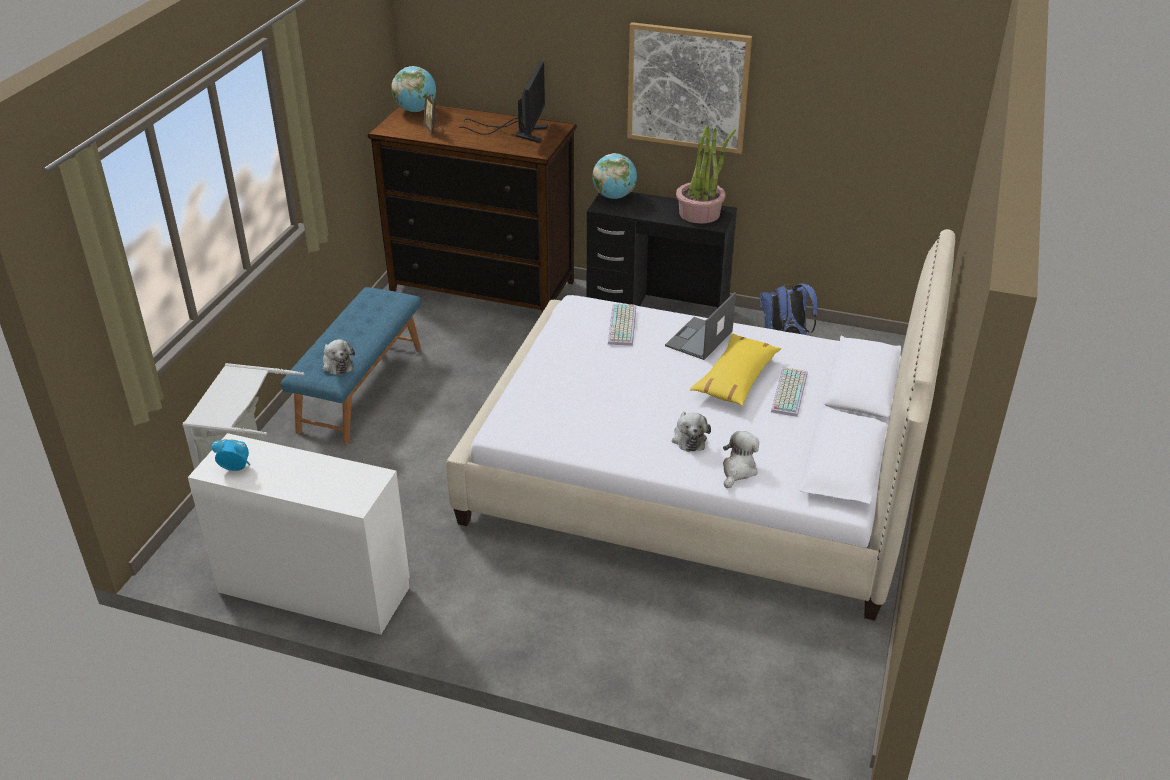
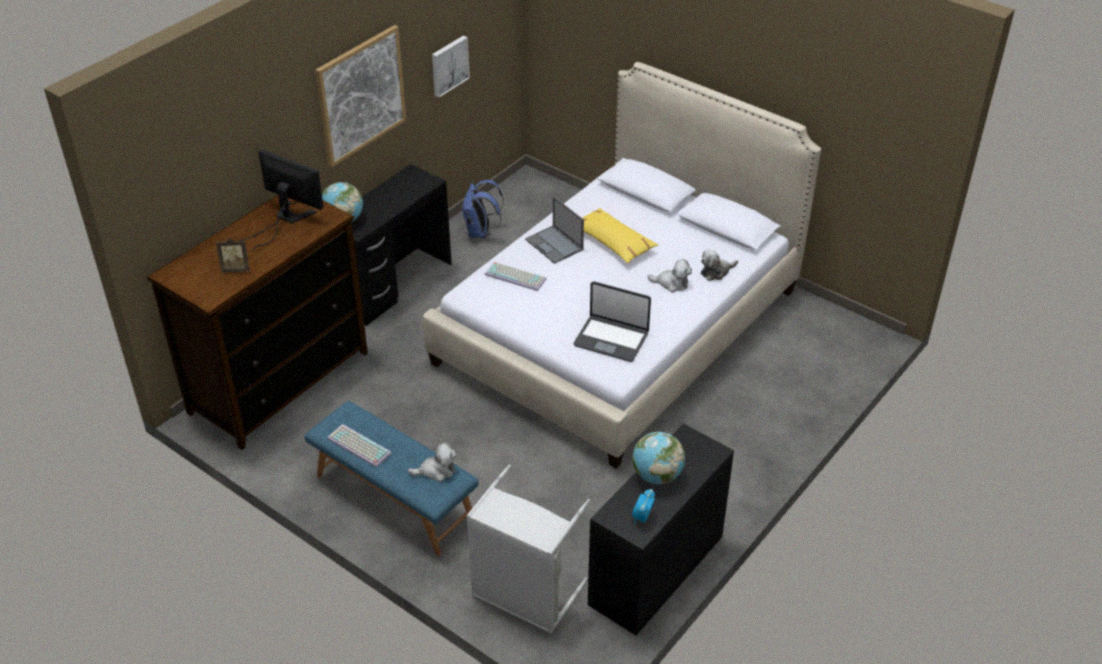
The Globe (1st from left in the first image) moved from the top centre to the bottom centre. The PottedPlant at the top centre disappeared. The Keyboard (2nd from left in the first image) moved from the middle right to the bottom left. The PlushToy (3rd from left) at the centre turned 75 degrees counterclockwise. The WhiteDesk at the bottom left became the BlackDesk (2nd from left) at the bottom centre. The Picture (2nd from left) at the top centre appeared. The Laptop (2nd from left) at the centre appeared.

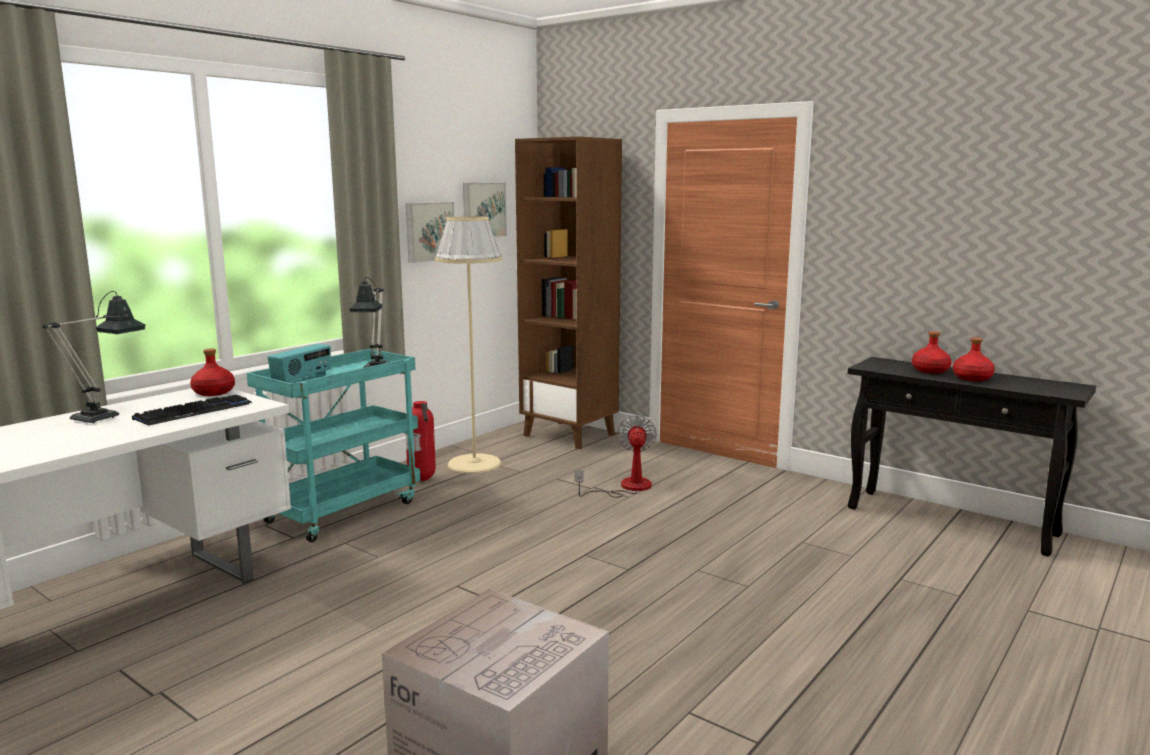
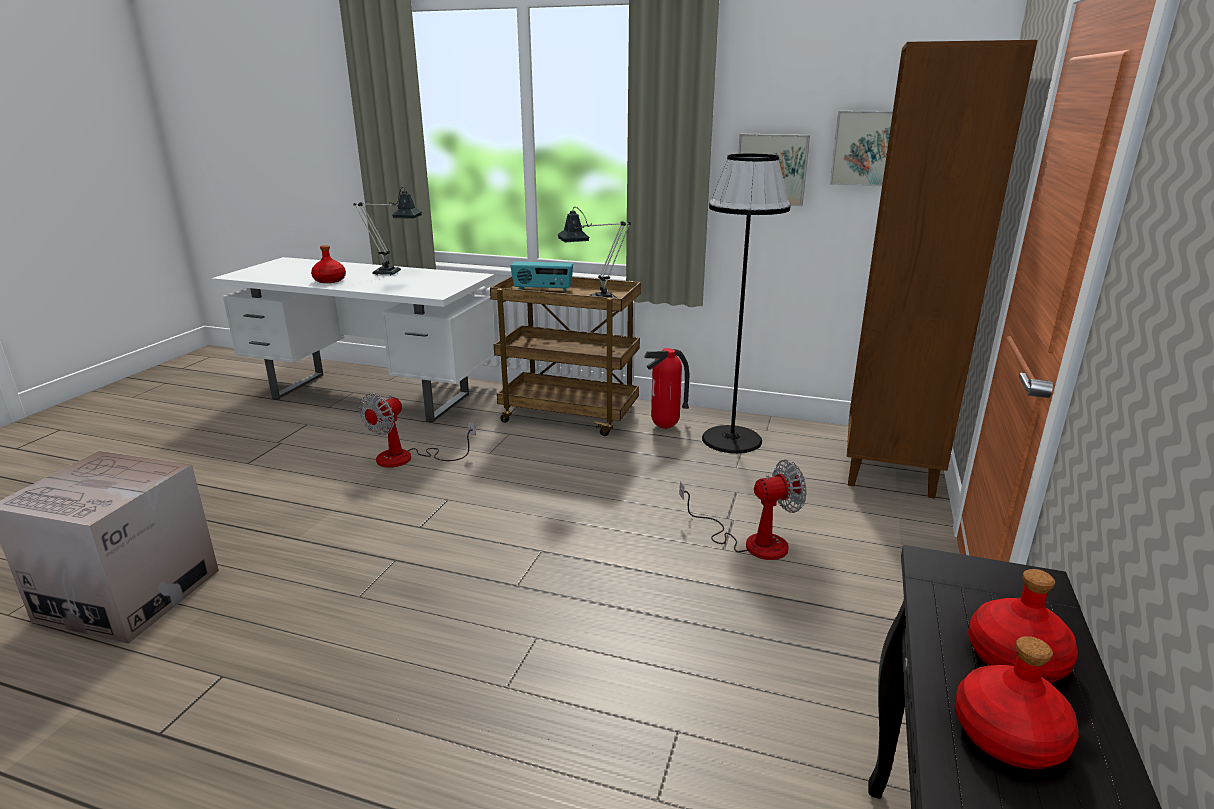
The BeigeFloorLamp at the centre became the BlackFloorLamp at the centre. The RedBottle (1st from left) moved from the middle left to the top left. The TurquoiseCart at the middle left became the BrownCart at the centre. The Keyboard at the middle left disappeared. The Fan (1st from left) at the centre appeared.

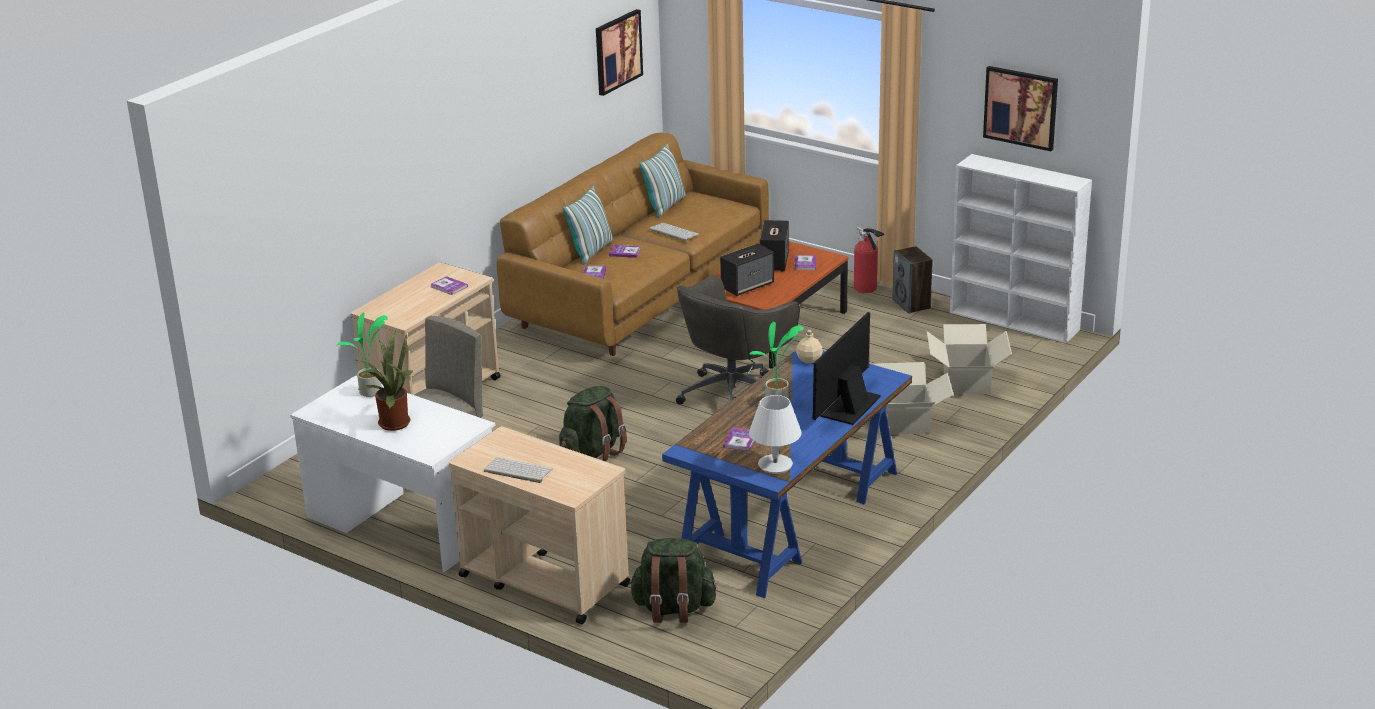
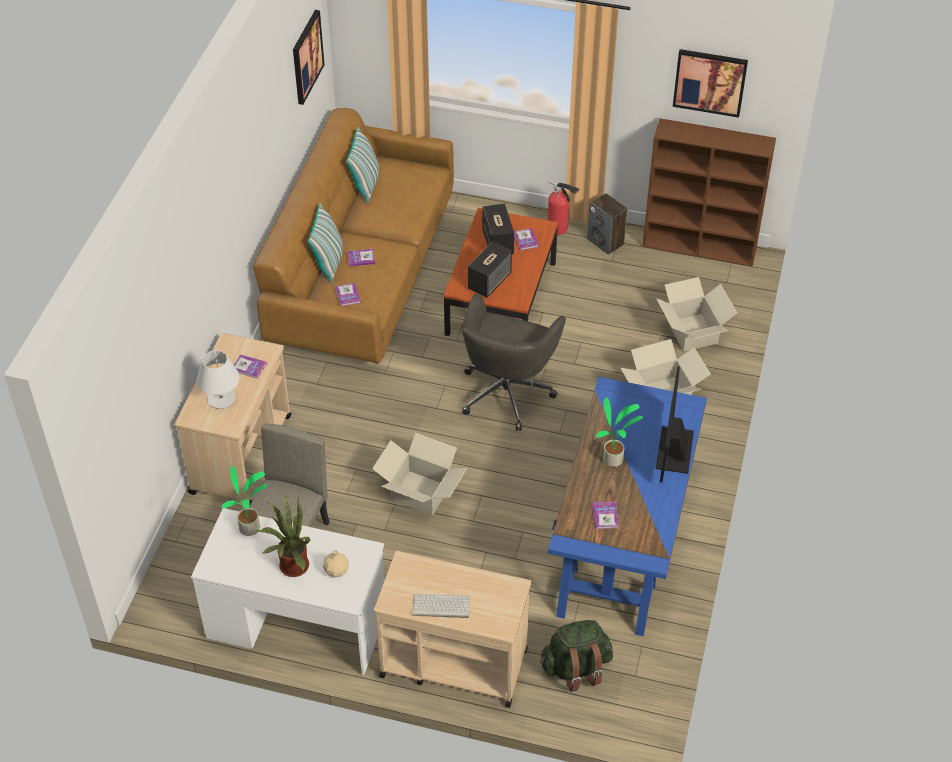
The WhiteBookcase at the middle right became the BrownBookcase at the top right. The Keyboard (2nd from left) at the top centre disappeared. The BeigeBottle moved from the centre to the bottom centre. The GreenBackpack (1st from left) at the centre was replaced by the CardboardBox (1st from left) at the centre. The WhiteTableLamp moved from the centre to the middle left.

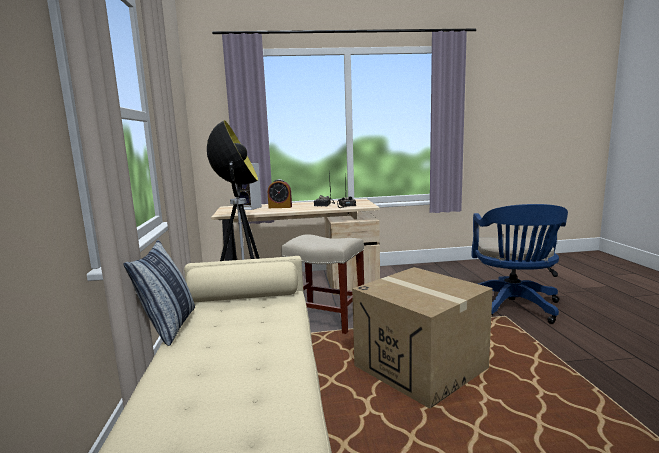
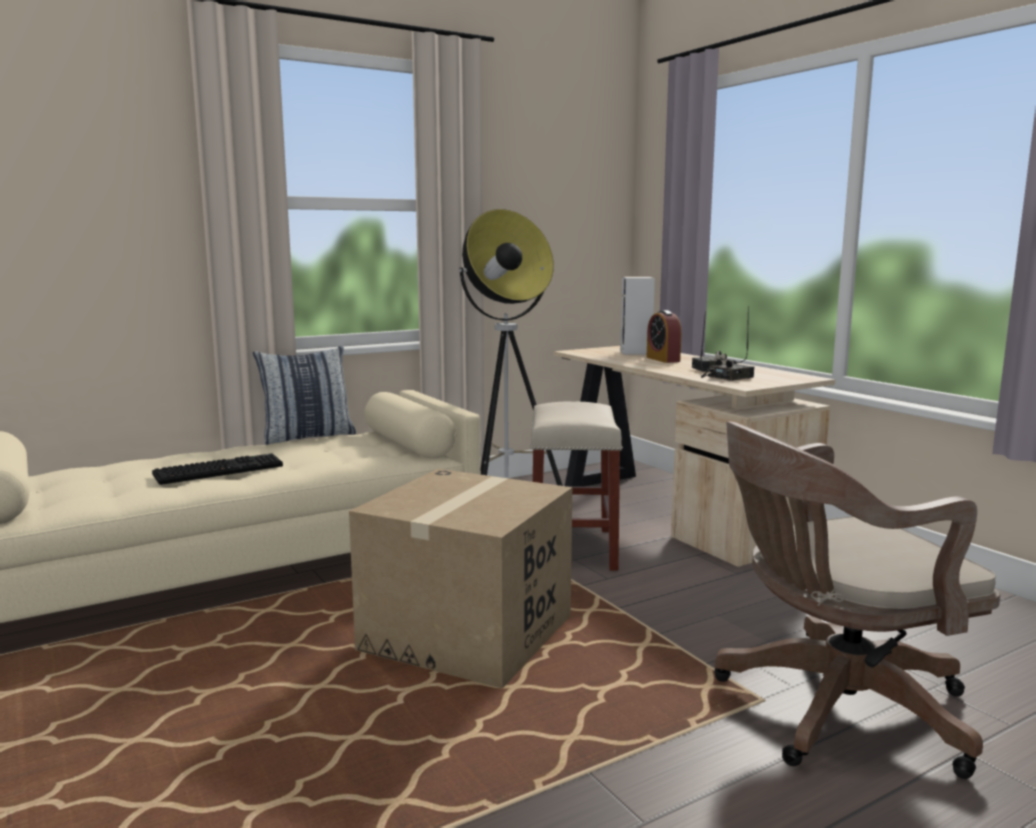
The BlueOfficeChair at the middle right became the BrownOfficeChair at the bottom right. The Keyboard at the middle left appeared.

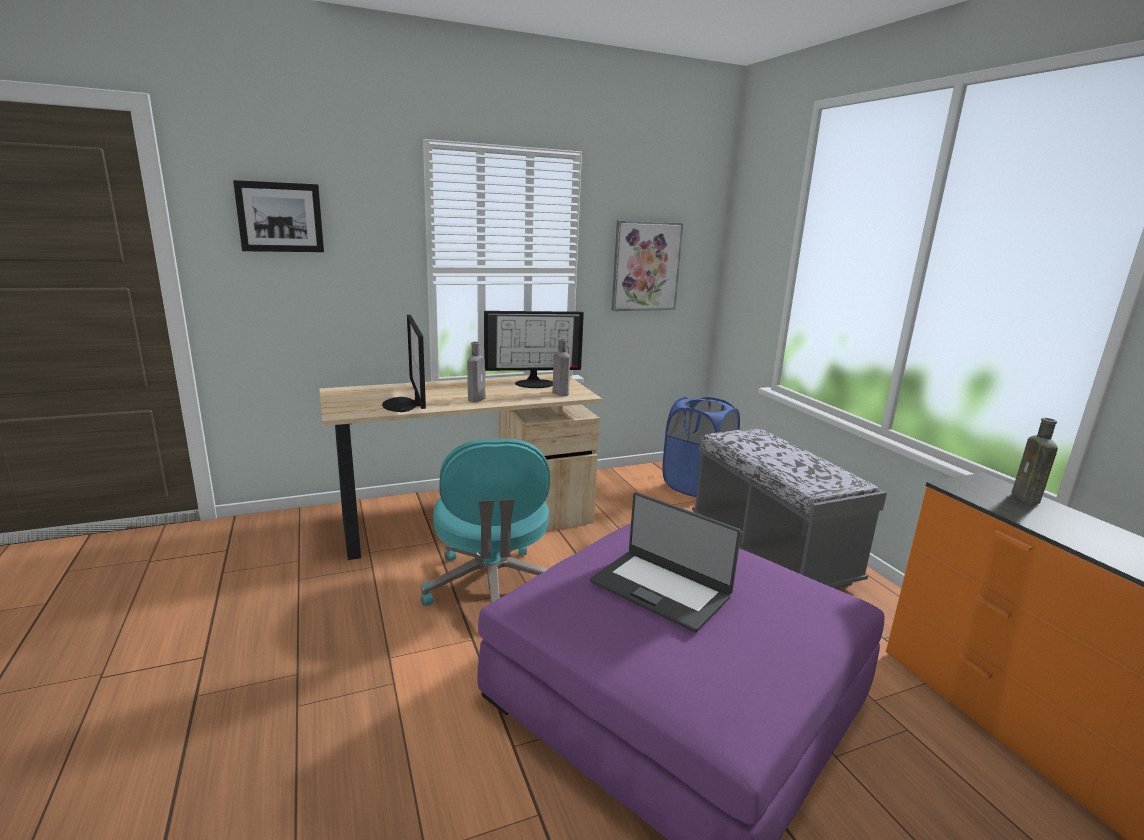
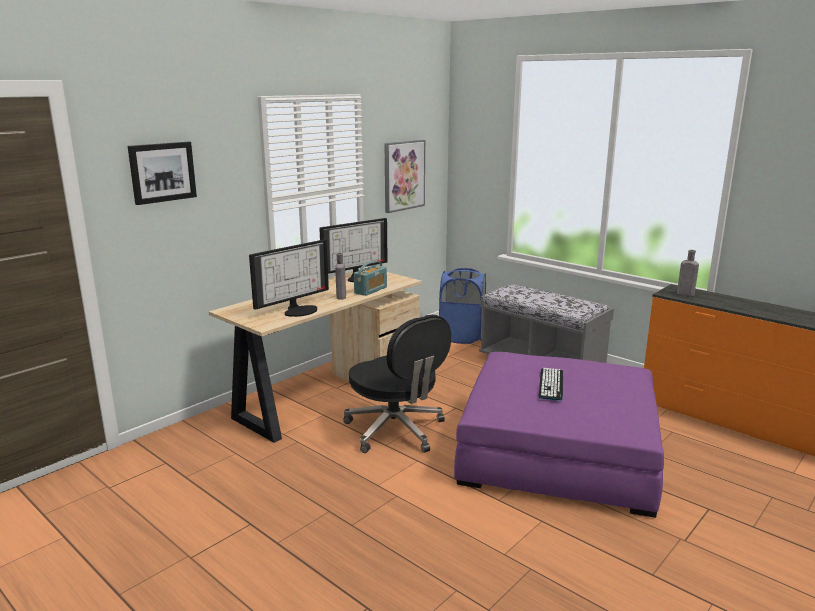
The Monitor (1st from left) at the centre turned 90 degrees counterclockwise. The GreyBottle (2nd from left) moved from the centre to the middle right. The BrownBottle at the middle right disappeared. The TurquoiseOfficeChair at the centre became the BlackOfficeChair at the centre. The Laptop at the bottom centre was replaced by the Keyboard at the middle right. The Radio at the centre appeared.

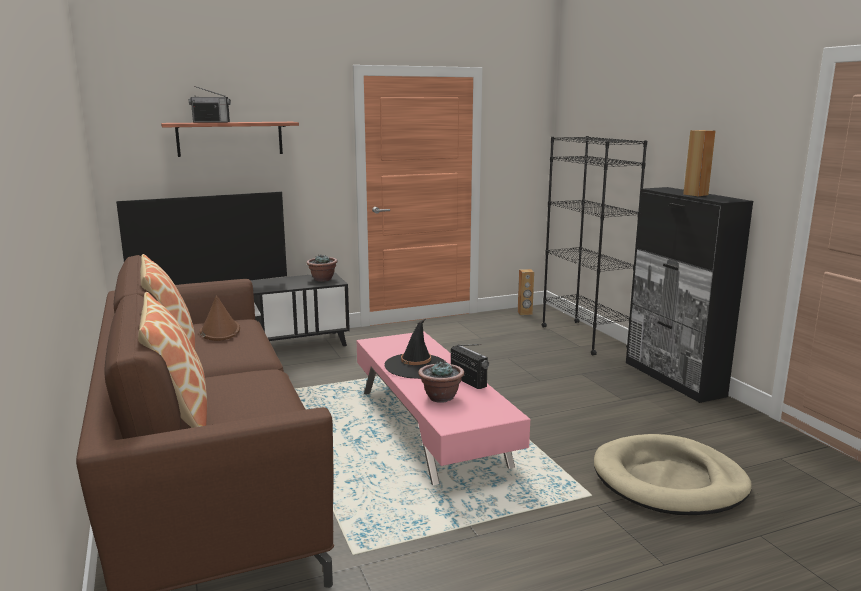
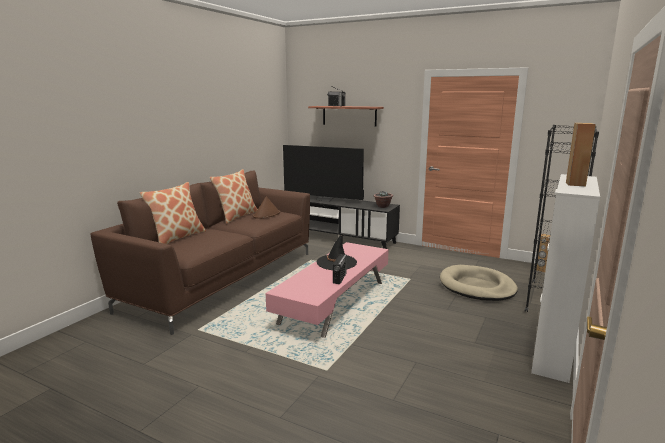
The BlackCabinet at the middle right became the WhiteCabinet at the middle right. The PottedPlant (2nd from left) at the centre disappeared. The BeigeDogBed moved from the bottom right to the middle right.

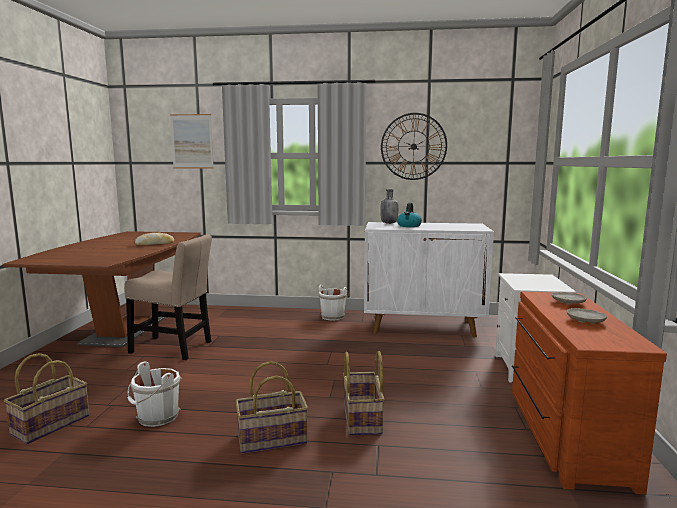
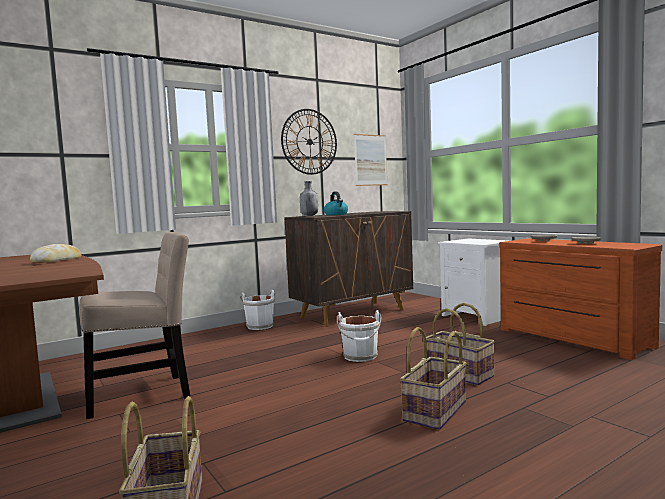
The Picture moved from the top left to the top centre. The WhiteCabinet at the centre became the BrownCabinet at the centre. The WhiteBucket (1st from left in the first image) moved from the bottom left to the bottom centre.

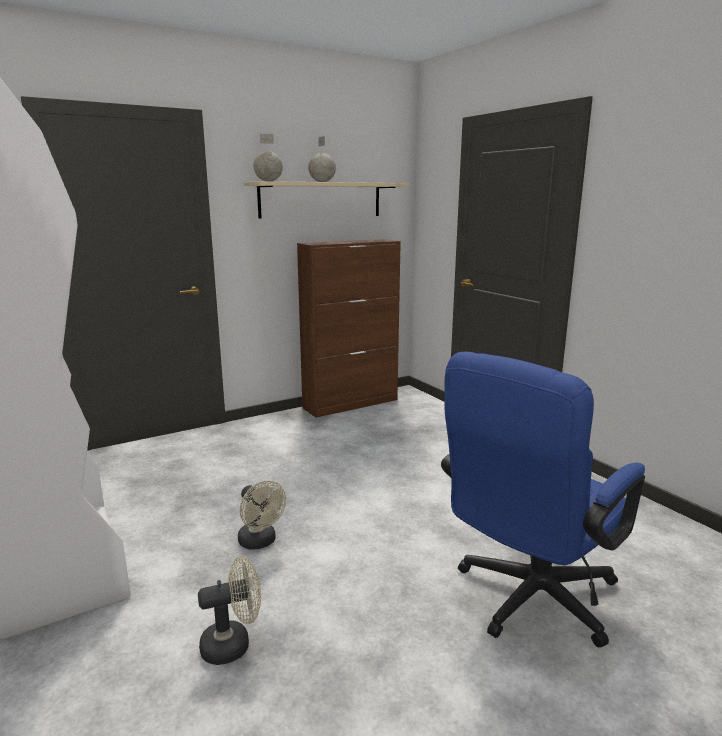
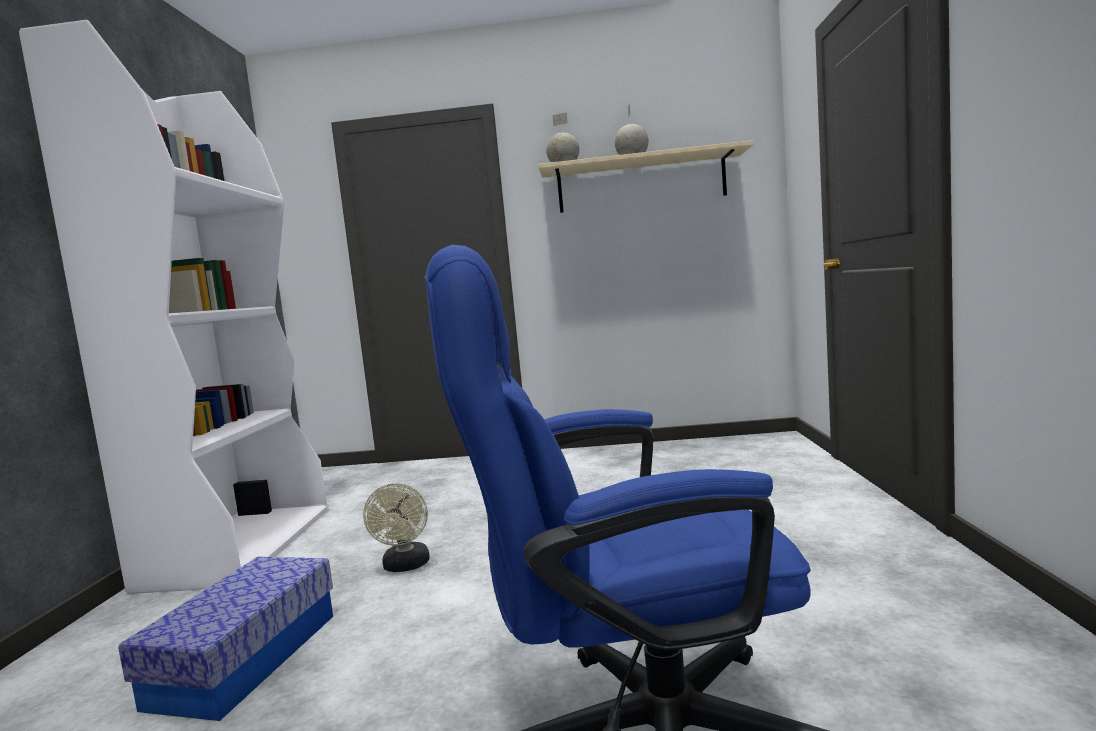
The BrownCabinet at the centre disappeared. The BeigeFan (1st from left) at the bottom left was replaced by the StorageBox at the bottom left.

